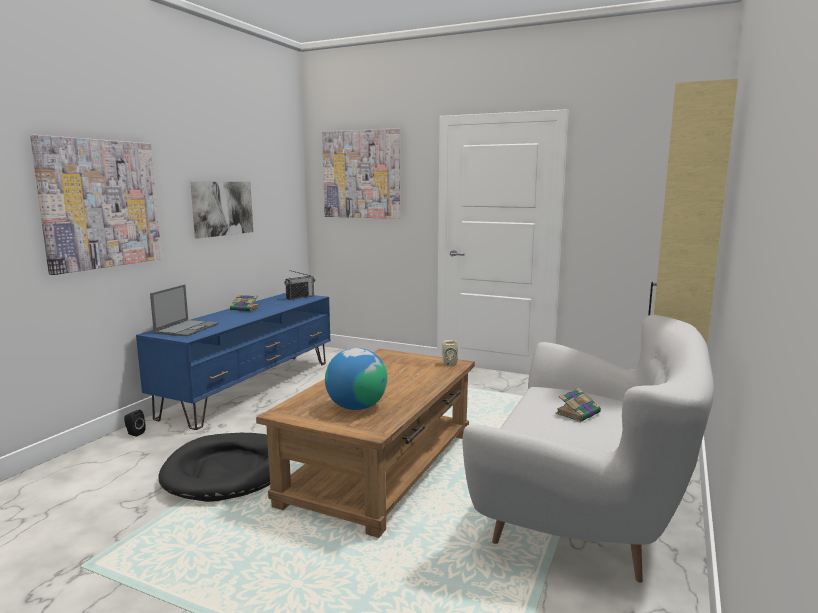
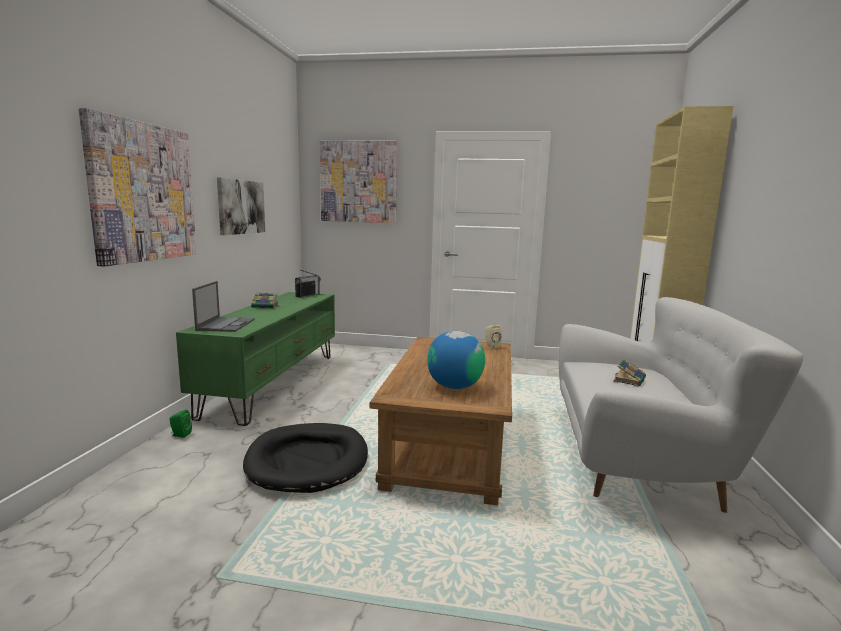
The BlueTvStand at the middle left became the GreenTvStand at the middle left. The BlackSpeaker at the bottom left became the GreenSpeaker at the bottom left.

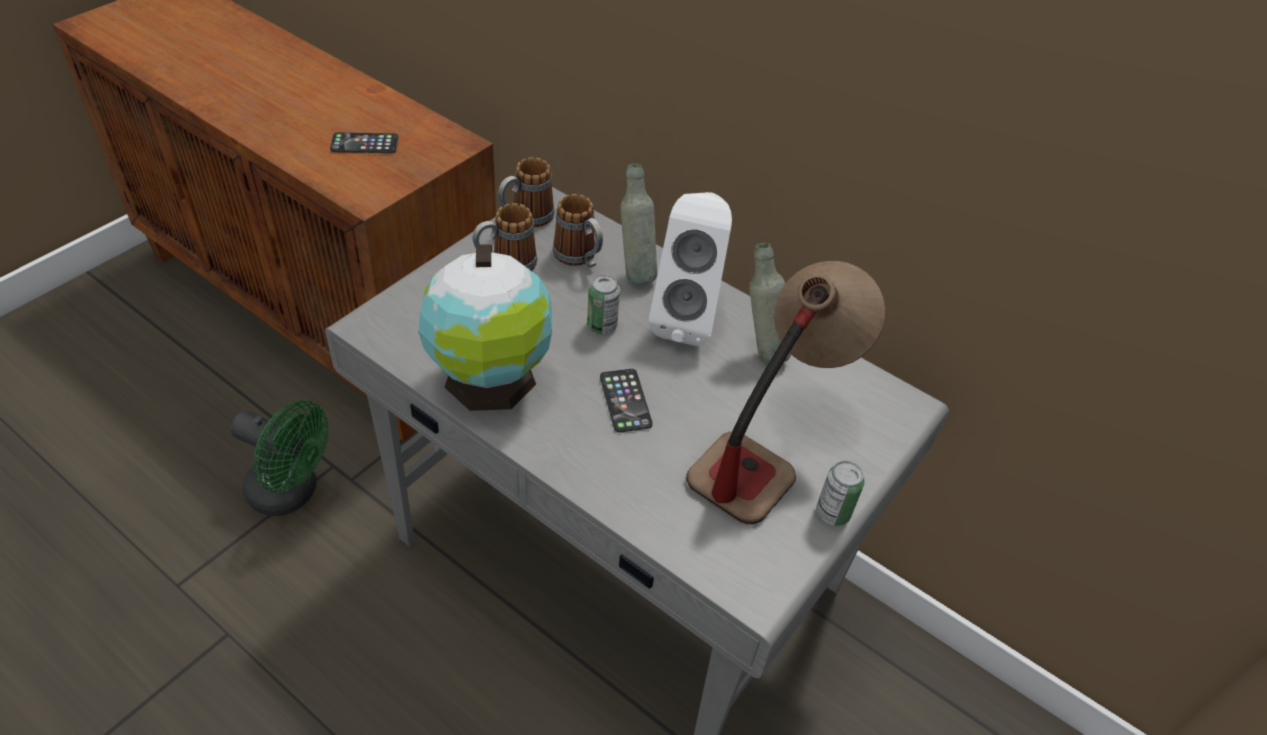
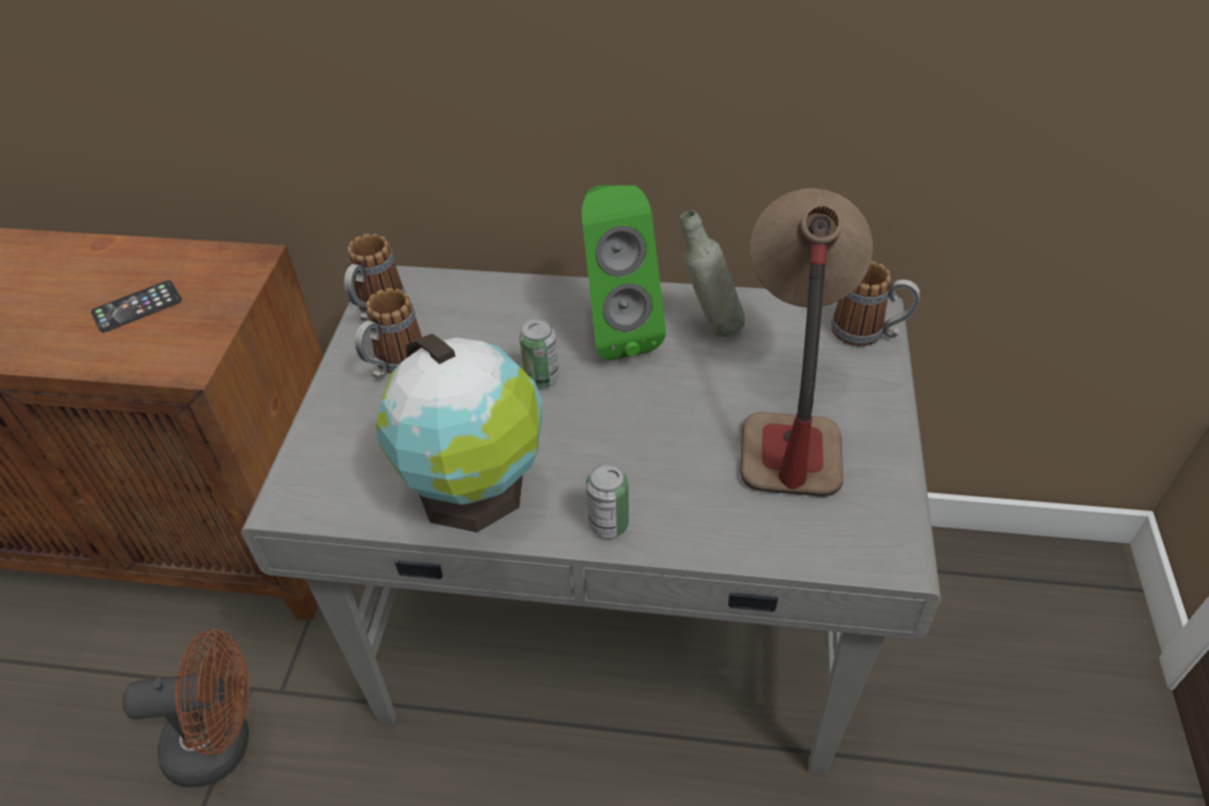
The GreyBottle (1st from left) at the top centre disappeared. The WhiteSpeaker at the centre became the GreenSpeaker at the centre. The Mug (3rd from left) moved from the top centre to the middle right. The Phone (2nd from left) at the centre disappeared. The GreenFan at the middle left became the BrownFan at the bottom left. The Can (2nd from left) moved from the bottom centre to the centre.

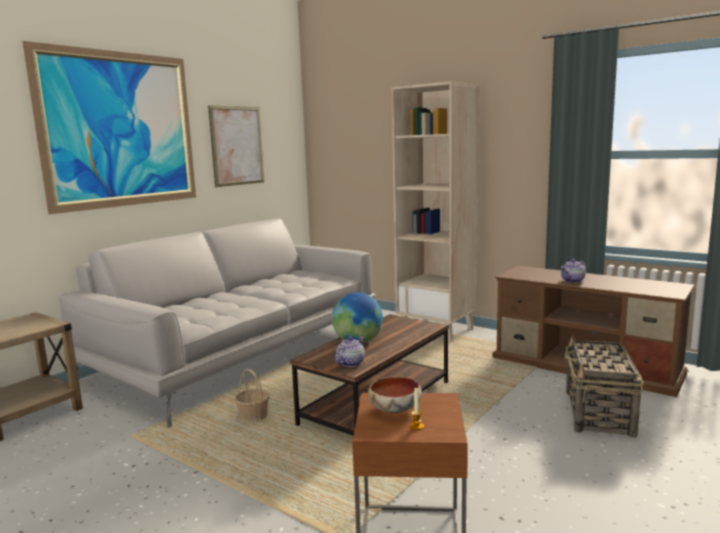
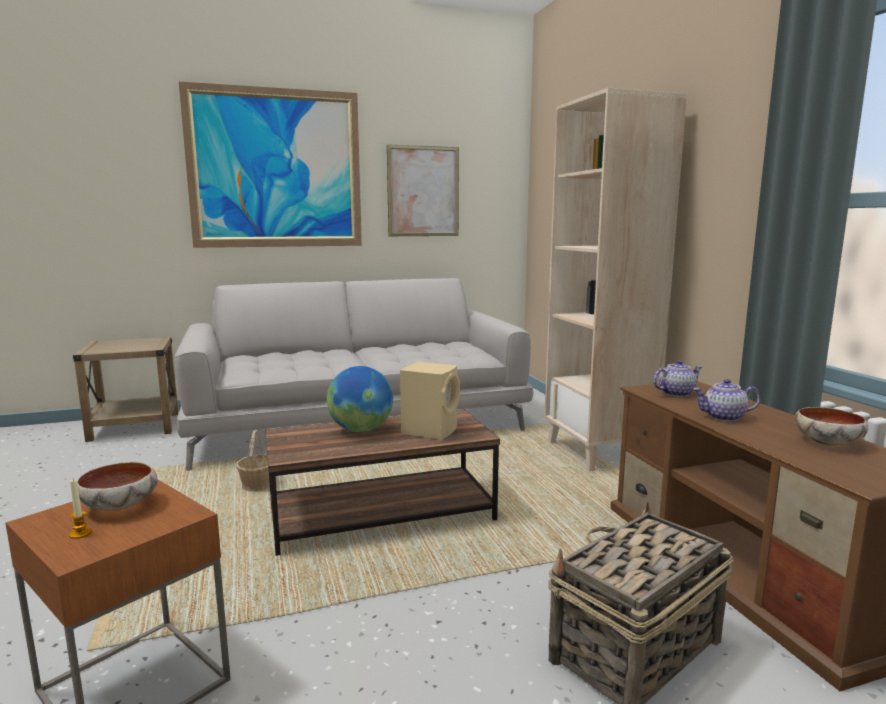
The Teapot (1st from left) moved from the centre to the middle right. The BeigeSpeaker at the centre appeared. The Bowl (2nd from left) at the middle right appeared.

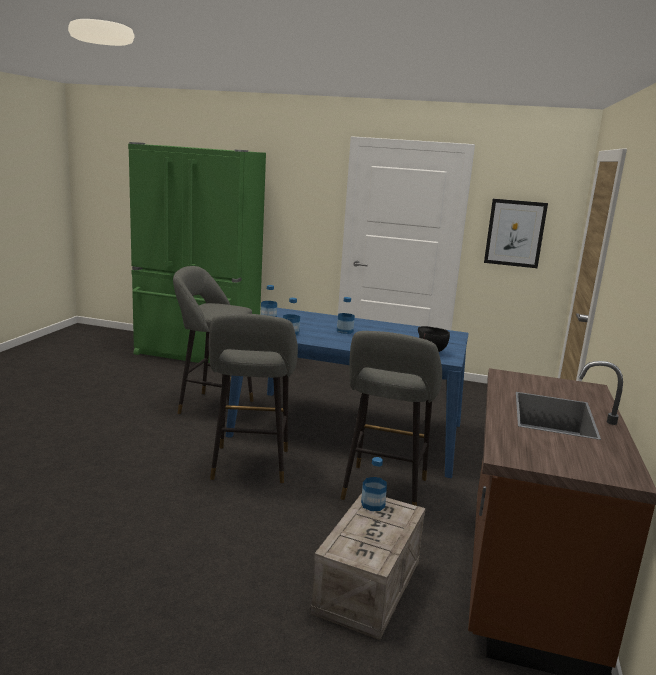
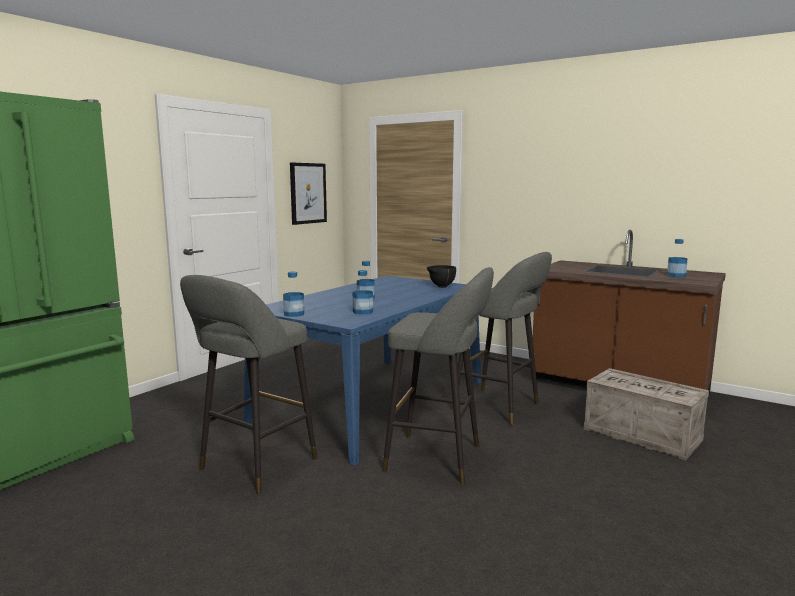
The Bottle (4th from left) moved from the bottom centre to the middle right.

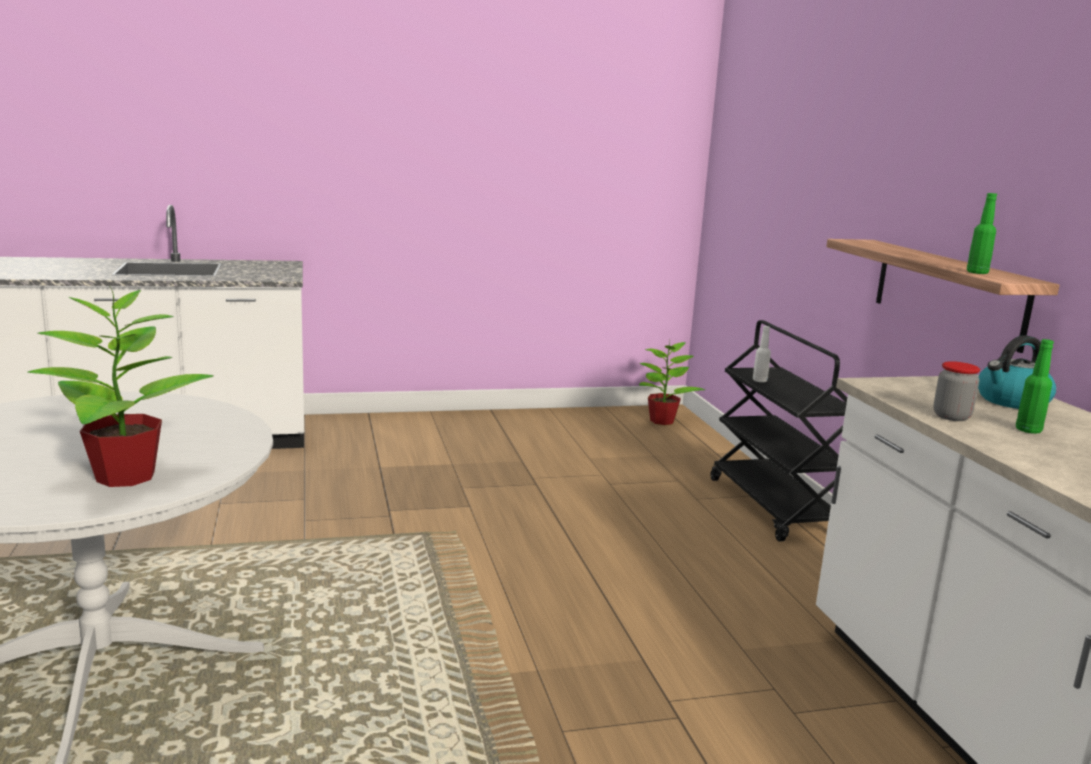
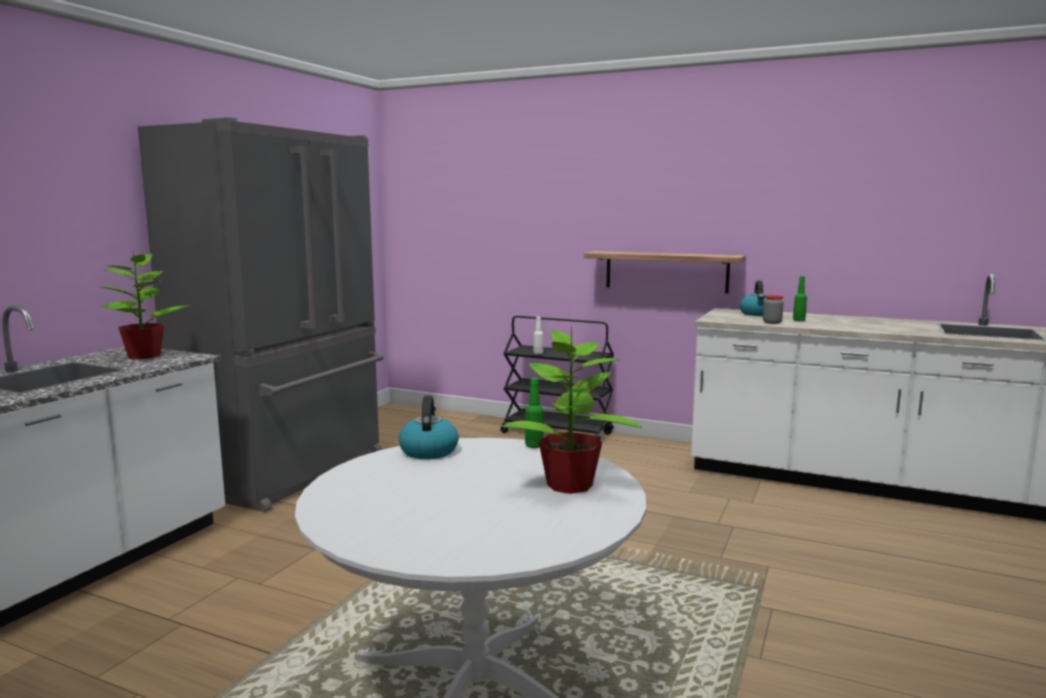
The GreenBottle (1st from left) moved from the top right to the centre. The PottedPlant (2nd from left in the first image) moved from the centre to the middle left. The GreyFridge at the middle left appeared. The Kettle (1st from left) at the centre appeared.

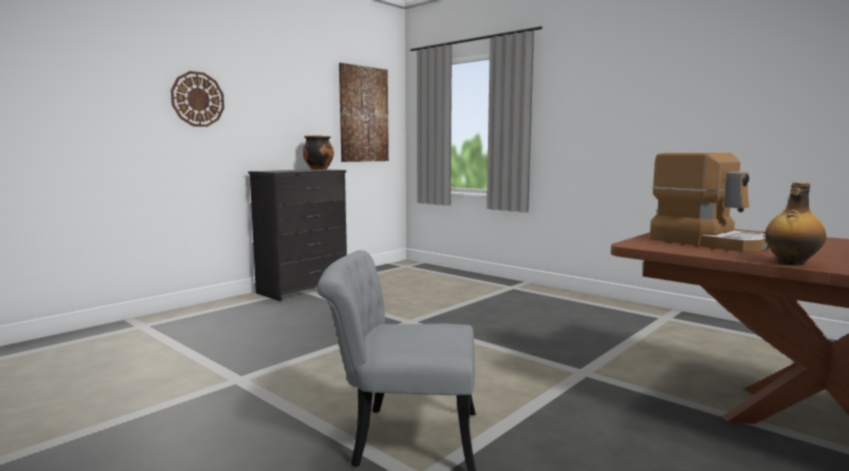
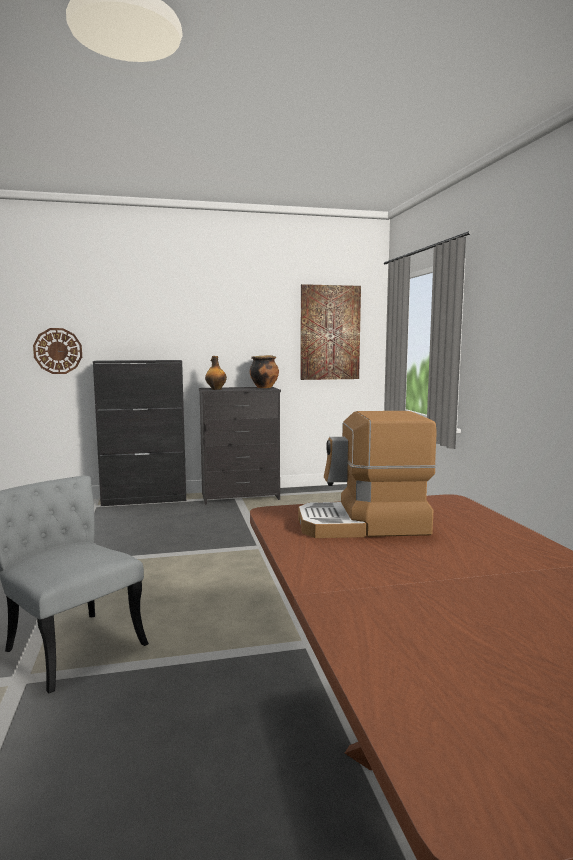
The WallClock moved from the top left to the middle left. The CoffeeMachine at the middle right turned 90 degrees clockwise. The Bottle moved from the middle right to the centre. The BlackCabinet at the middle left appeared.

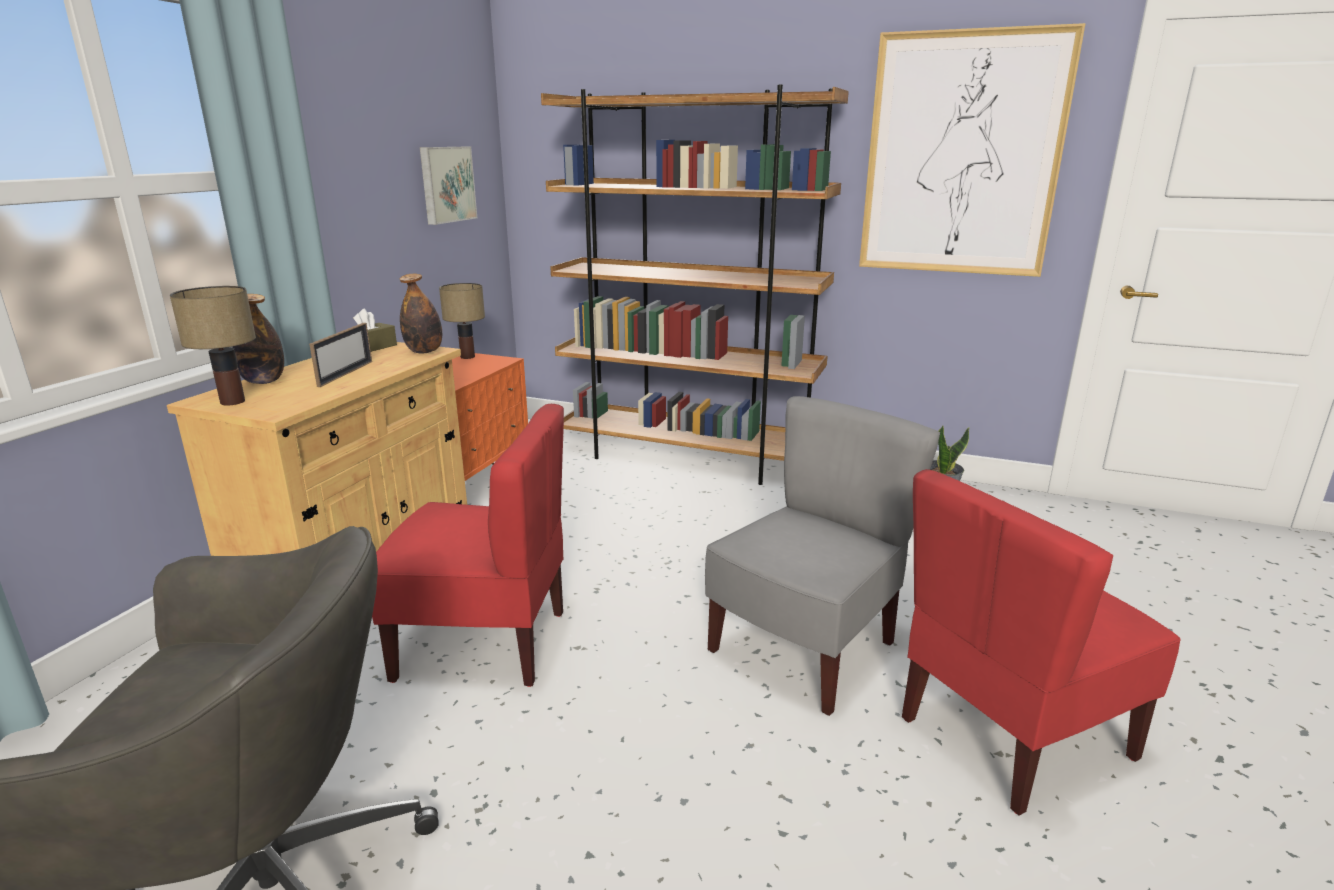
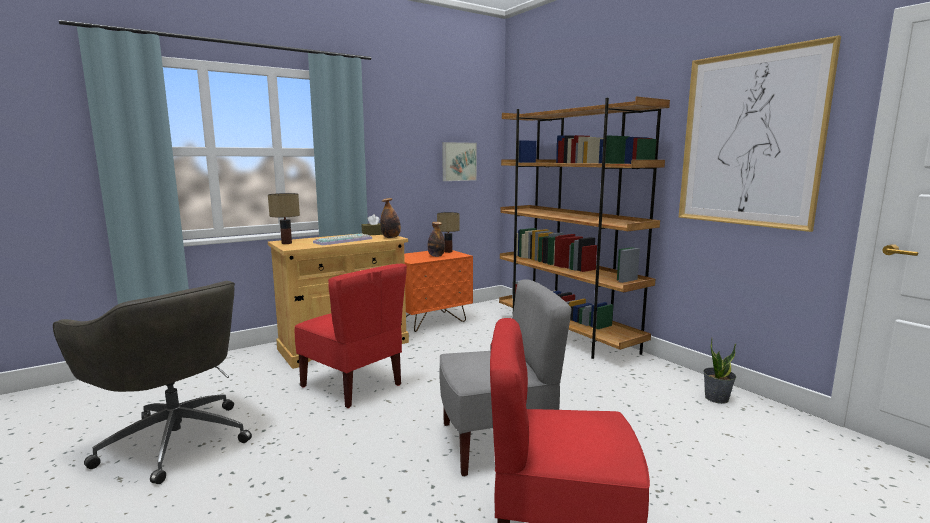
The Bottle (1st from left in the first image) moved from the middle left to the centre. The PictureFrame at the middle left was replaced by the Keyboard at the centre.

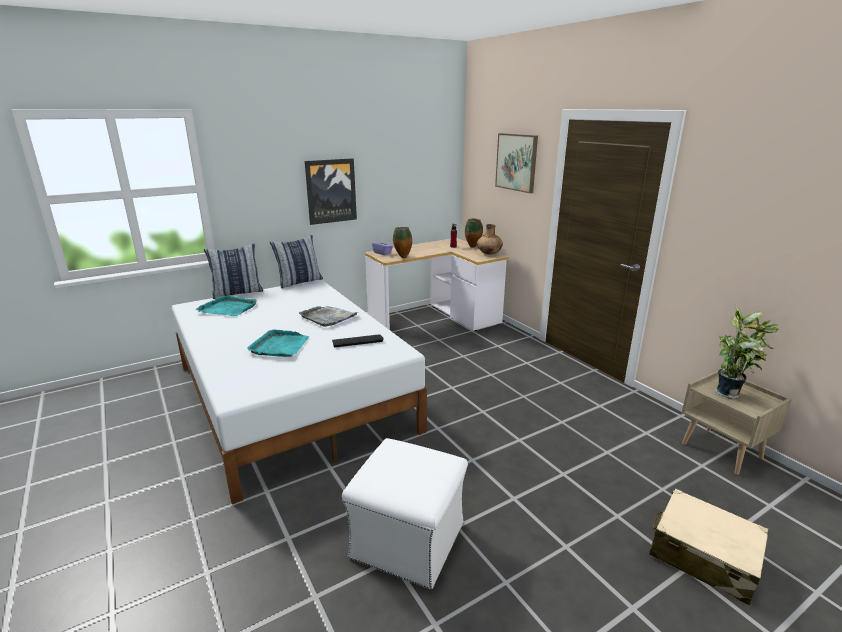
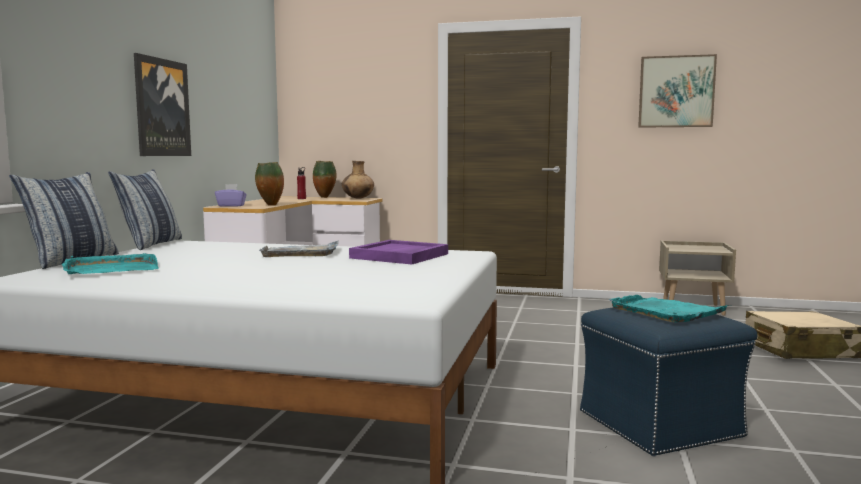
The Picture (2nd from left) moved from the top centre to the top right. The PottedPlant at the middle right disappeared. The TurquoiseTray (2nd from left) moved from the middle left to the middle right. The Keyboard at the centre was replaced by the PurpleTray at the centre. The WhiteOttoman at the bottom centre became the BlueOttoman at the bottom right.

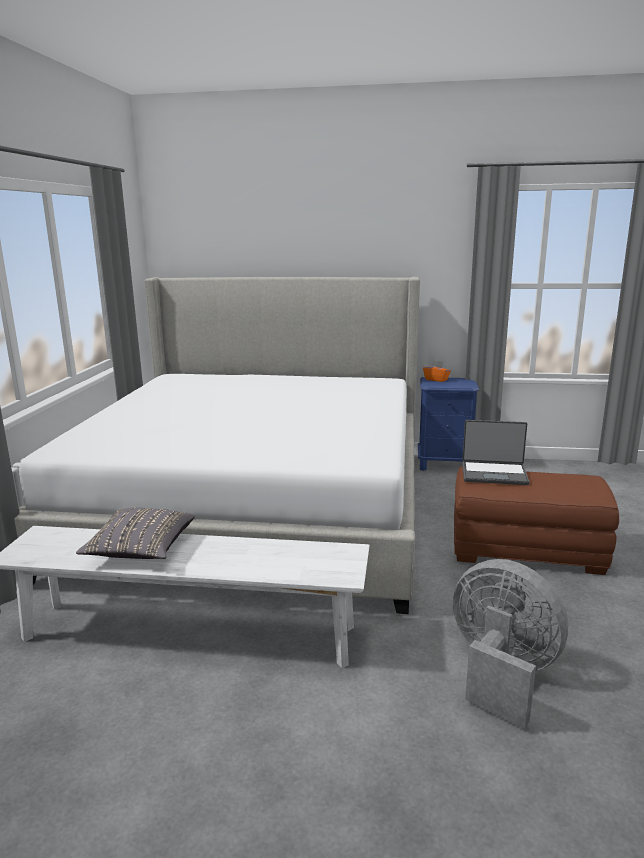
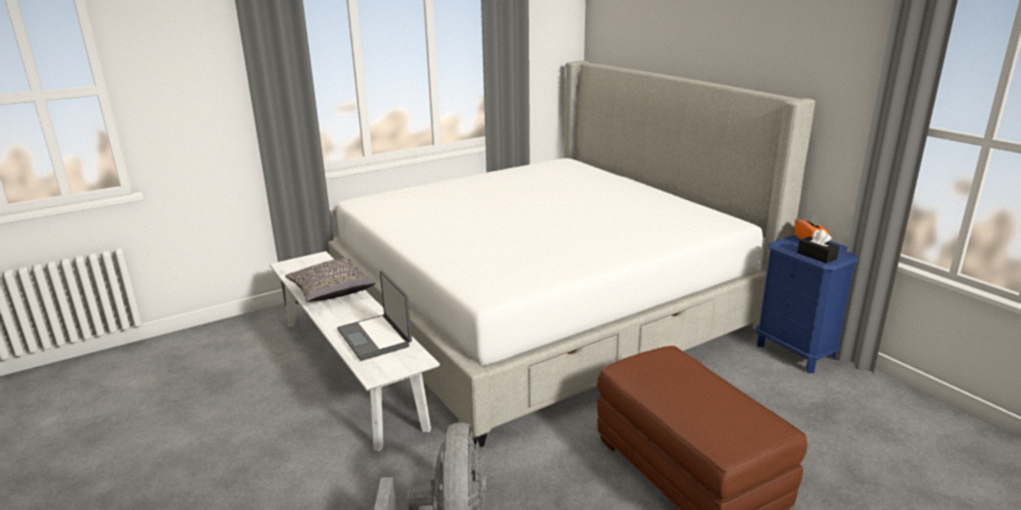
The Laptop moved from the middle right to the centre. The BlackTissueBox at the middle right appeared.

